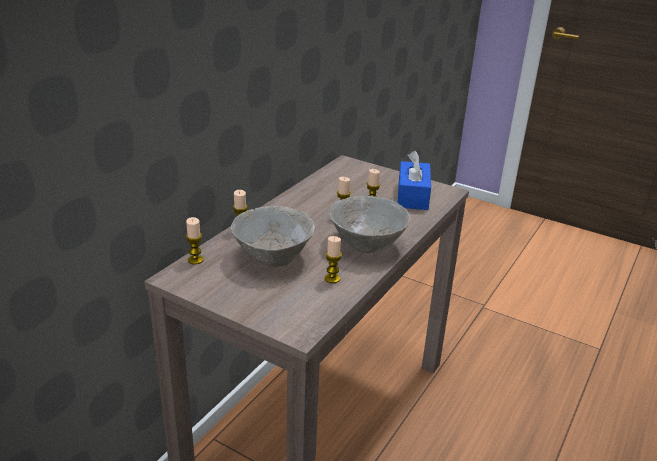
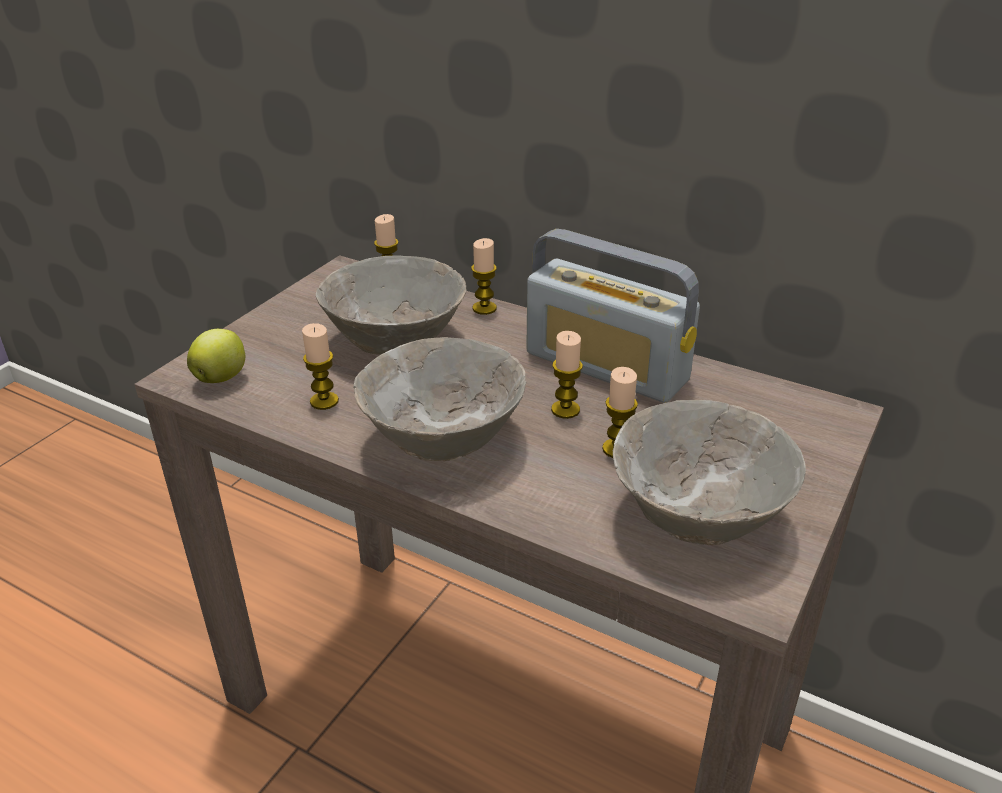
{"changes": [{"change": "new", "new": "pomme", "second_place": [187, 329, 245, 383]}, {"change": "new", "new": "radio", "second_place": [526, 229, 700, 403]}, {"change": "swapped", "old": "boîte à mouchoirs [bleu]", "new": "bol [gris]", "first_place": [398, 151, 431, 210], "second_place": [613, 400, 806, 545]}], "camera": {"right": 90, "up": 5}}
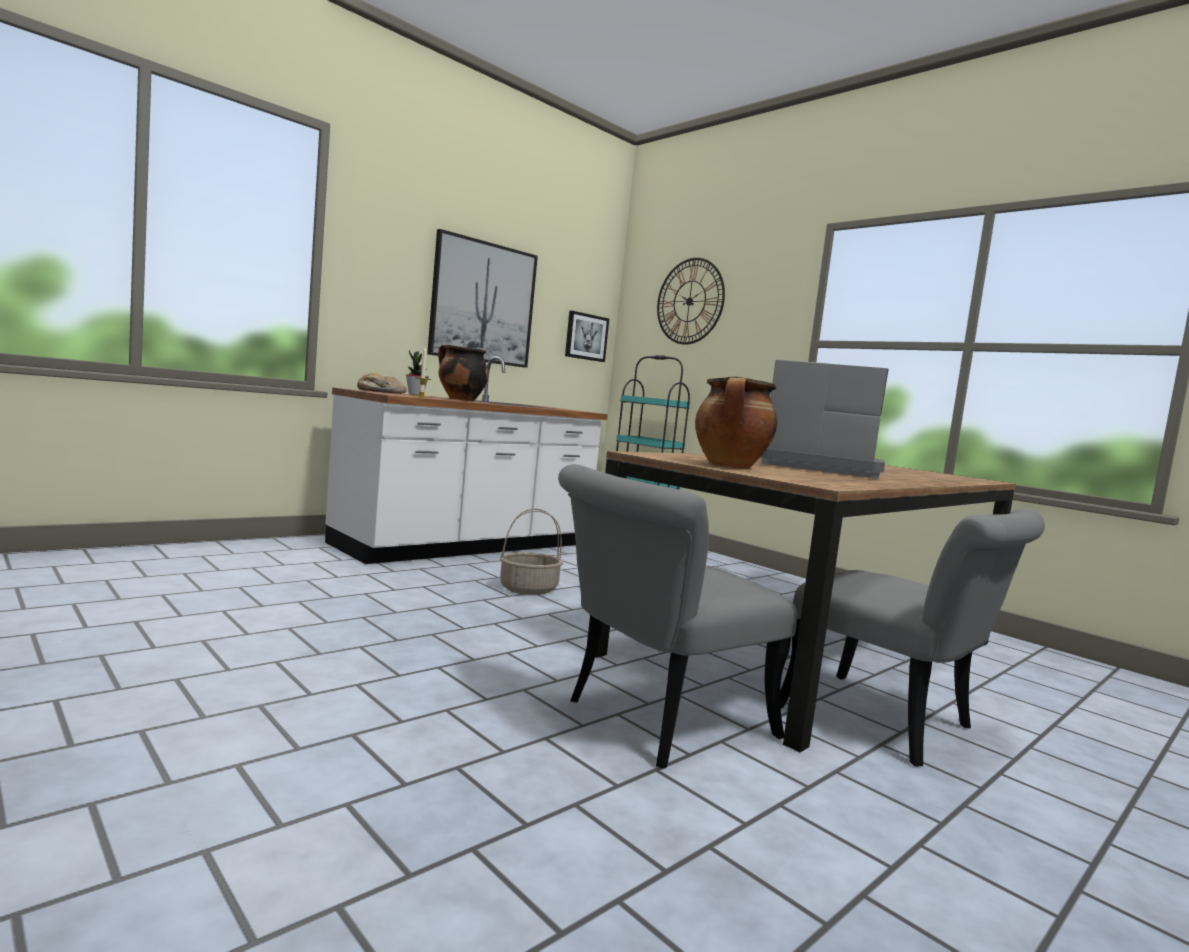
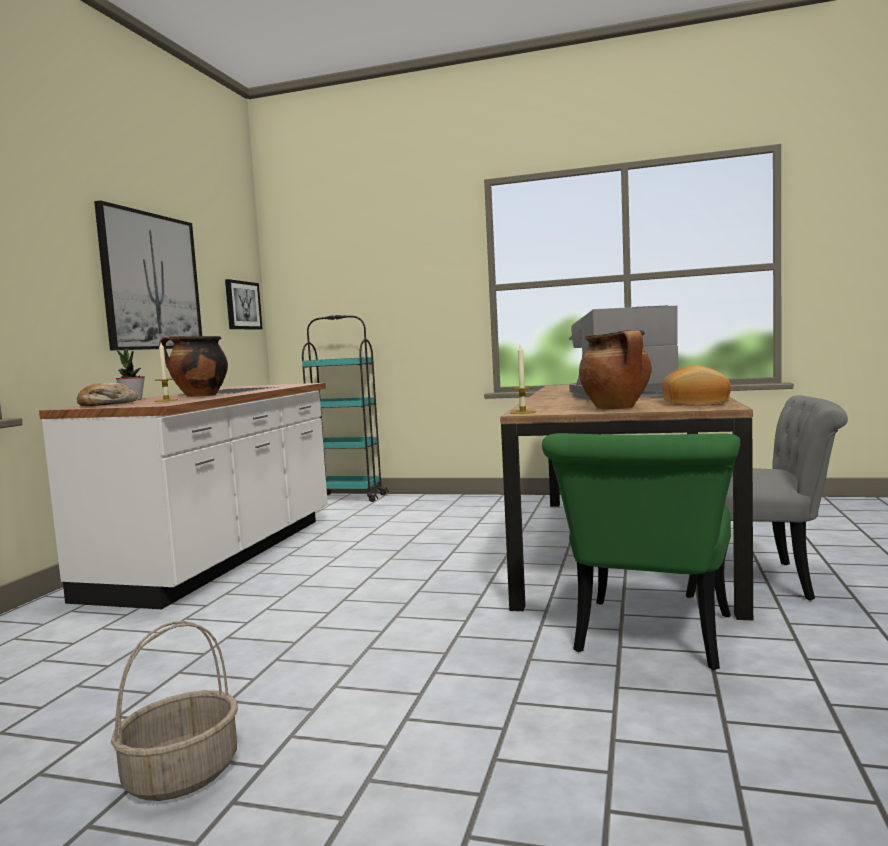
{"changes": [{"change": "gone", "old": "horloge murale", "first_place": [657, 258, 725, 345]}, {"change": "new", "new": "bougie", "second_place": [510, 345, 536, 414]}, {"change": "new", "new": "pain", "second_place": [662, 365, 731, 406]}, {"change": "shifted", "old": "panier", "first_place": [500, 508, 563, 595], "second_place": [111, 621, 238, 801]}, {"change": "repainted", "old": "chaise [gris]", "new": "chaise [vert]", "first_place": [558, 464, 797, 768], "second_place": [542, 433, 740, 670]}], "camera": {"right": -30, "up": 0}}
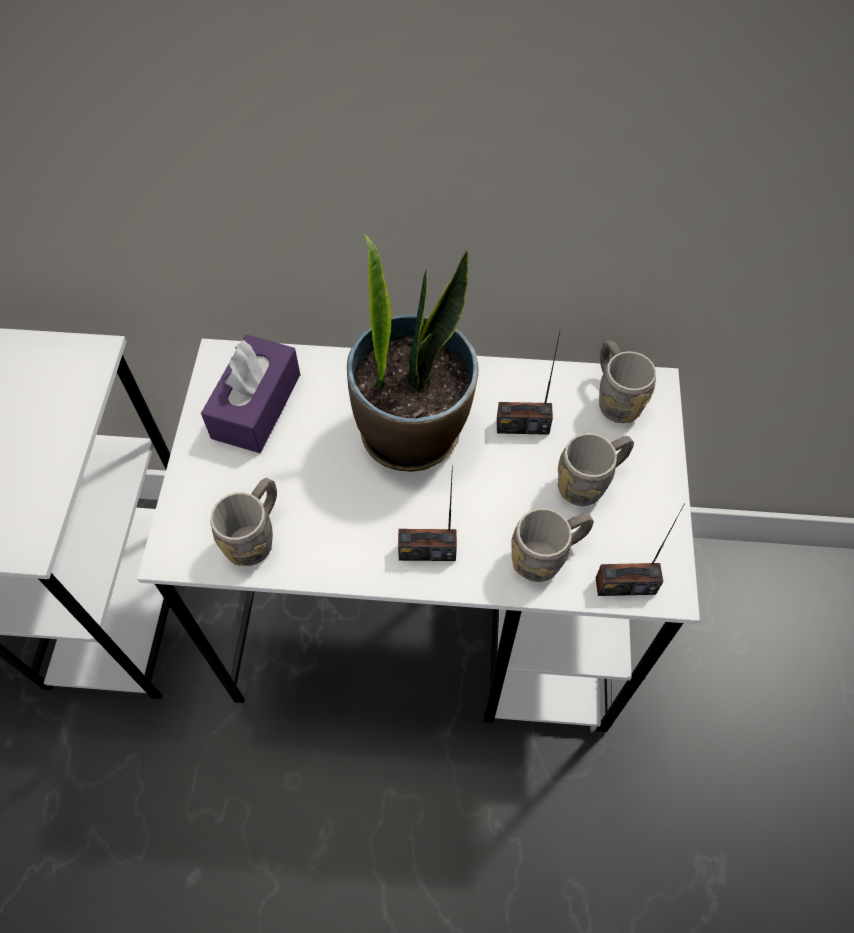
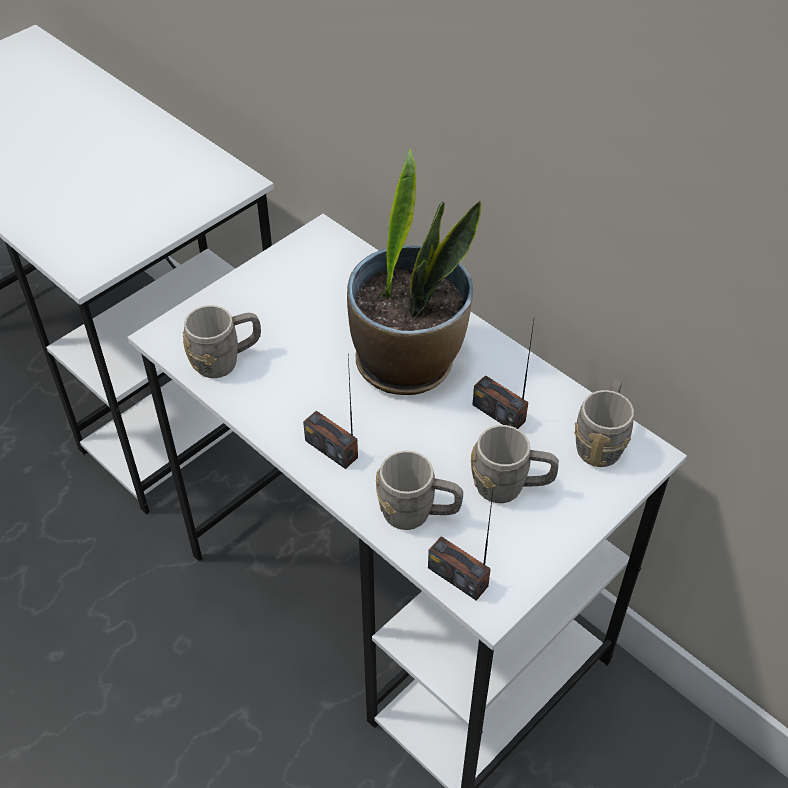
{"changes": [{"change": "gone", "old": "boîte à mouchoirs [violet]", "first_place": [201, 335, 300, 453]}], "camera": {"right": 40, "up": -10}}
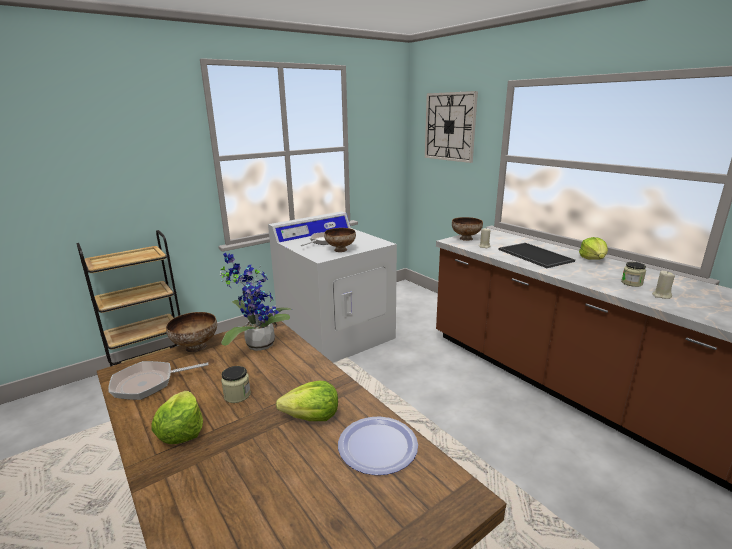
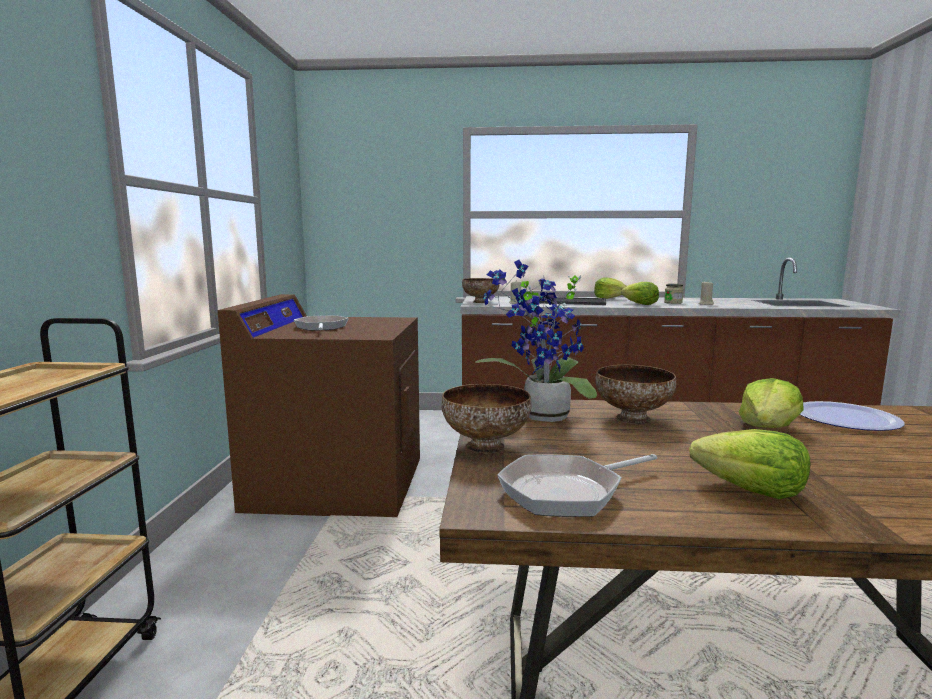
{"changes": [{"change": "gone", "old": "bocal", "first_place": [221, 366, 251, 403]}, {"change": "gone", "old": "horloge murale", "first_place": [425, 91, 478, 163]}, {"change": "new", "new": "laitue", "second_place": [621, 282, 659, 305]}, {"change": "shifted", "old": "bol", "first_place": [324, 228, 356, 252], "second_place": [596, 365, 676, 424]}, {"change": "repainted", "old": "lave-linge [blanc]", "new": "lave-linge [marron]", "first_place": [268, 211, 397, 363], "second_place": [218, 294, 420, 517]}, {"change": "rotated", "old": "poêle", "first_place": [108, 361, 209, 400], "second_place": [497, 454, 657, 517], "degrees": 45}], "camera": {"right": -50, "up": -10}}
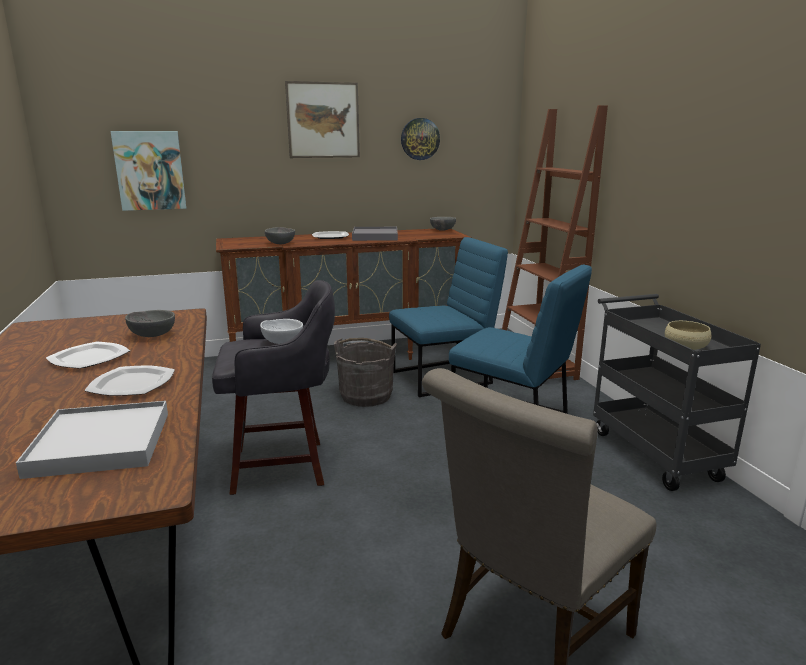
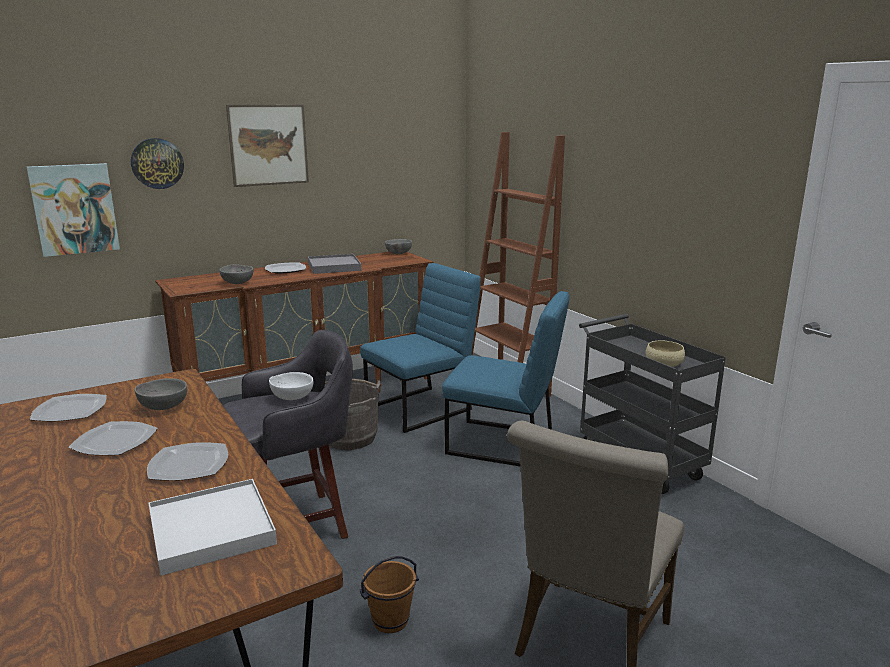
{"changes": [{"change": "new", "new": "assiette", "second_place": [30, 394, 106, 421]}, {"change": "new", "new": "seau [marron]", "second_place": [360, 556, 419, 633]}, {"change": "shifted", "old": "horloge murale", "first_place": [401, 118, 440, 160], "second_place": [131, 138, 184, 189]}], "camera": {"right": -15, "up": 0}}
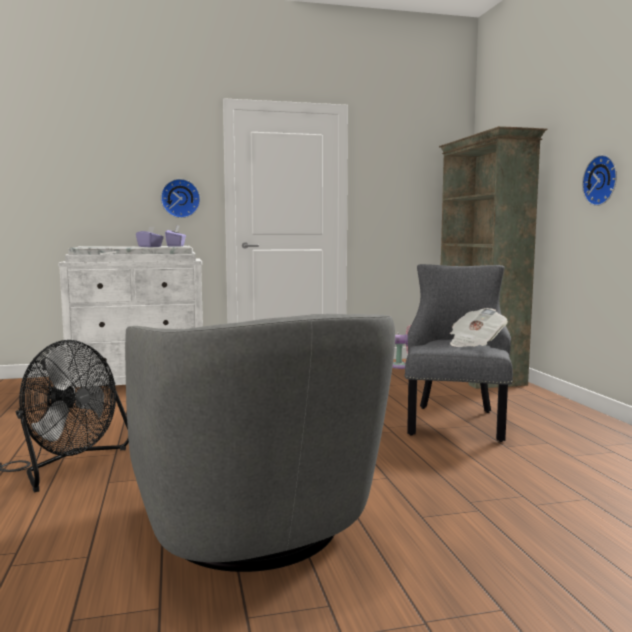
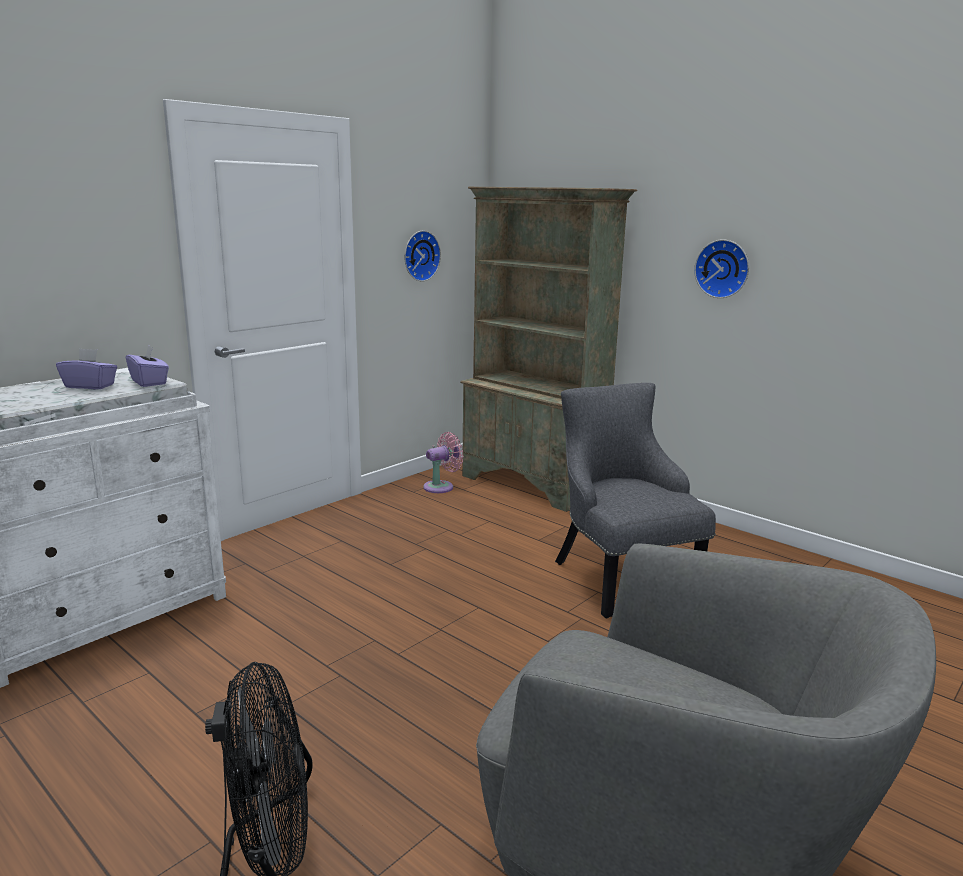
{"changes": [{"change": "gone", "old": "journal", "first_place": [450, 308, 508, 347]}, {"change": "shifted", "old": "horloge murale", "first_place": [161, 179, 200, 218], "second_place": [404, 230, 441, 281]}], "camera": {"right": -35, "up": 10}}
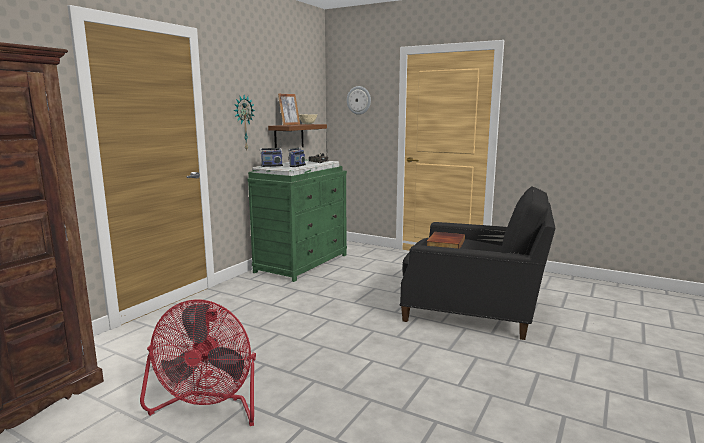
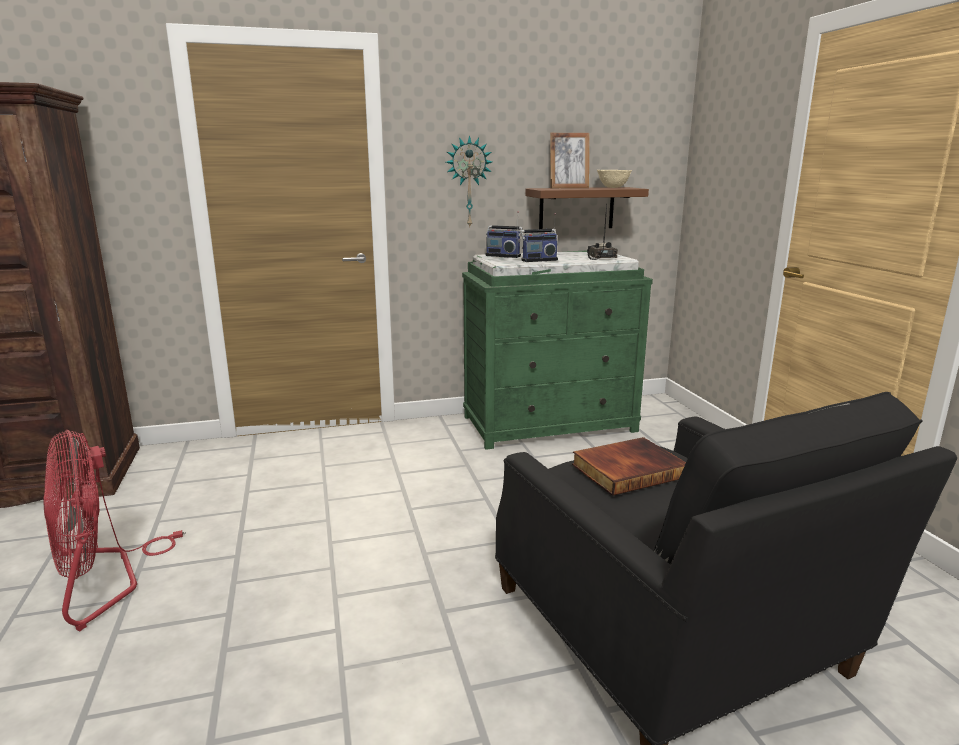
{"changes": [{"change": "gone", "old": "horloge murale", "first_place": [347, 86, 371, 115]}], "camera": {"right": 45, "up": 5}}
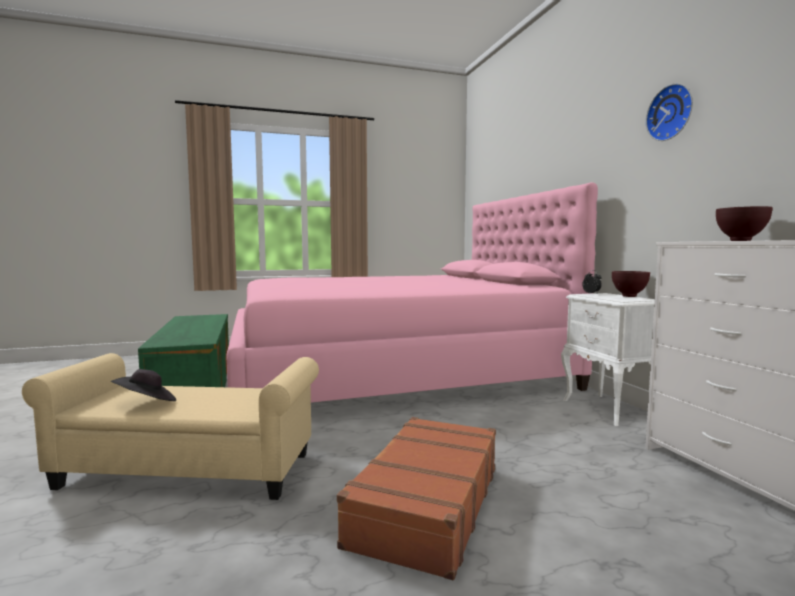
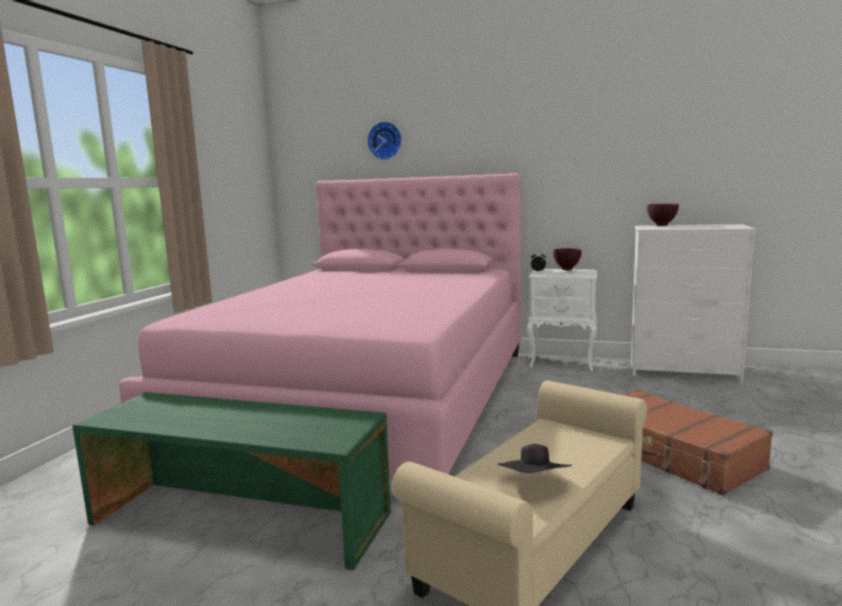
{"changes": [{"change": "shifted", "old": "horloge murale", "first_place": [646, 83, 693, 141], "second_place": [367, 121, 402, 160]}], "camera": {"right": -55, "up": 5}}
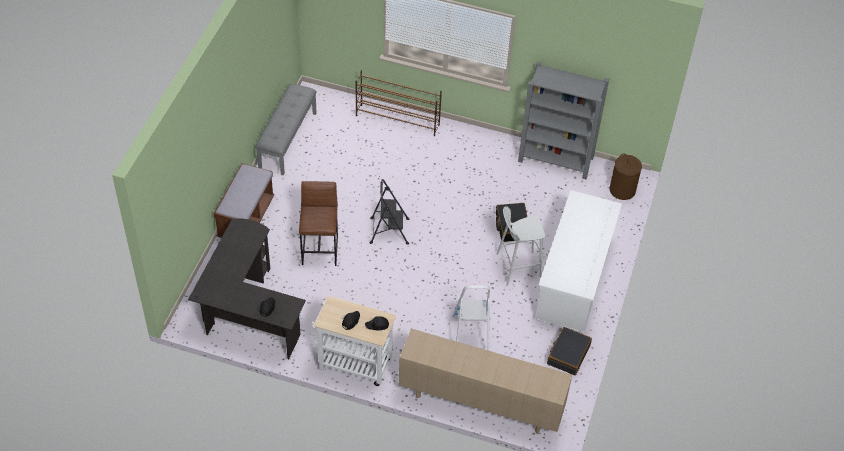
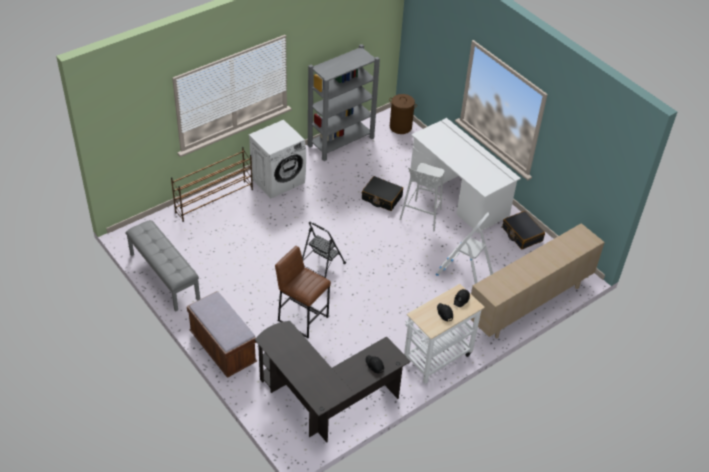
{"changes": [{"change": "new", "new": "lave-linge [blanc]", "second_place": [249, 120, 306, 199]}], "camera": {"right": -55, "up": -5}}
